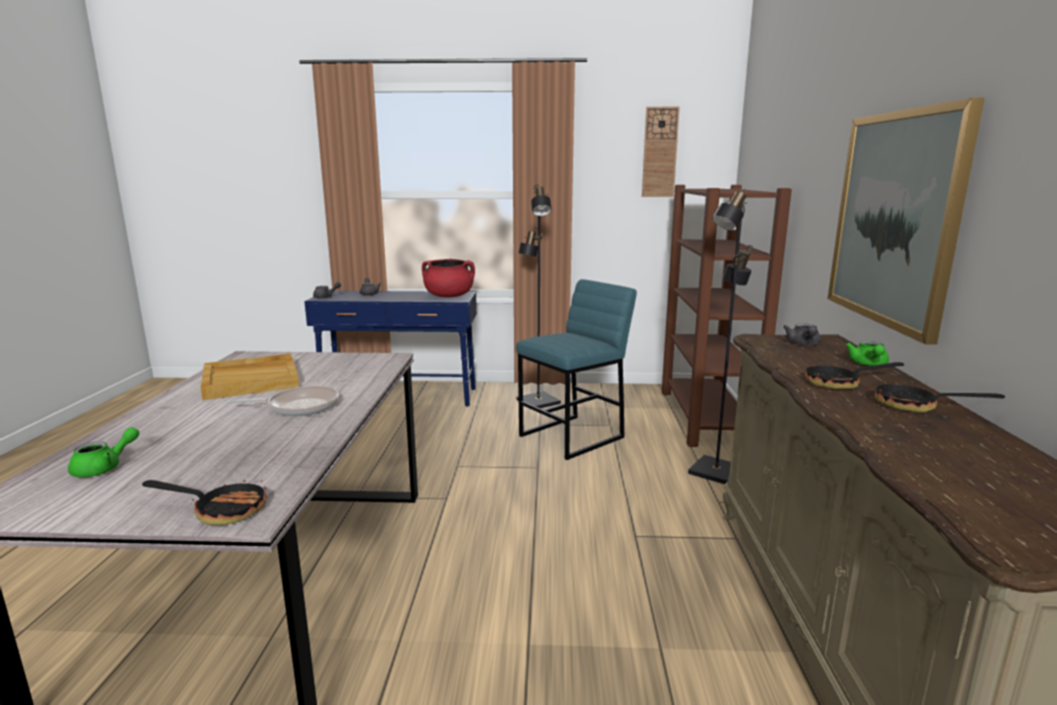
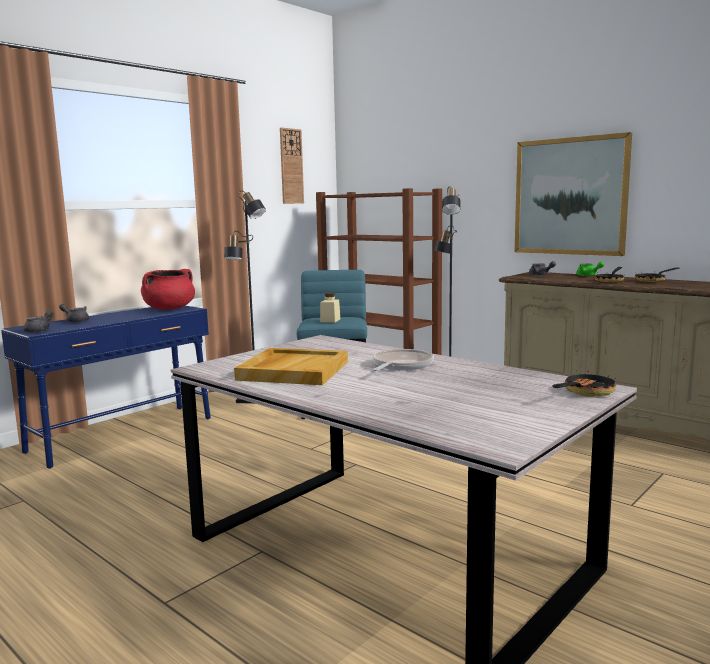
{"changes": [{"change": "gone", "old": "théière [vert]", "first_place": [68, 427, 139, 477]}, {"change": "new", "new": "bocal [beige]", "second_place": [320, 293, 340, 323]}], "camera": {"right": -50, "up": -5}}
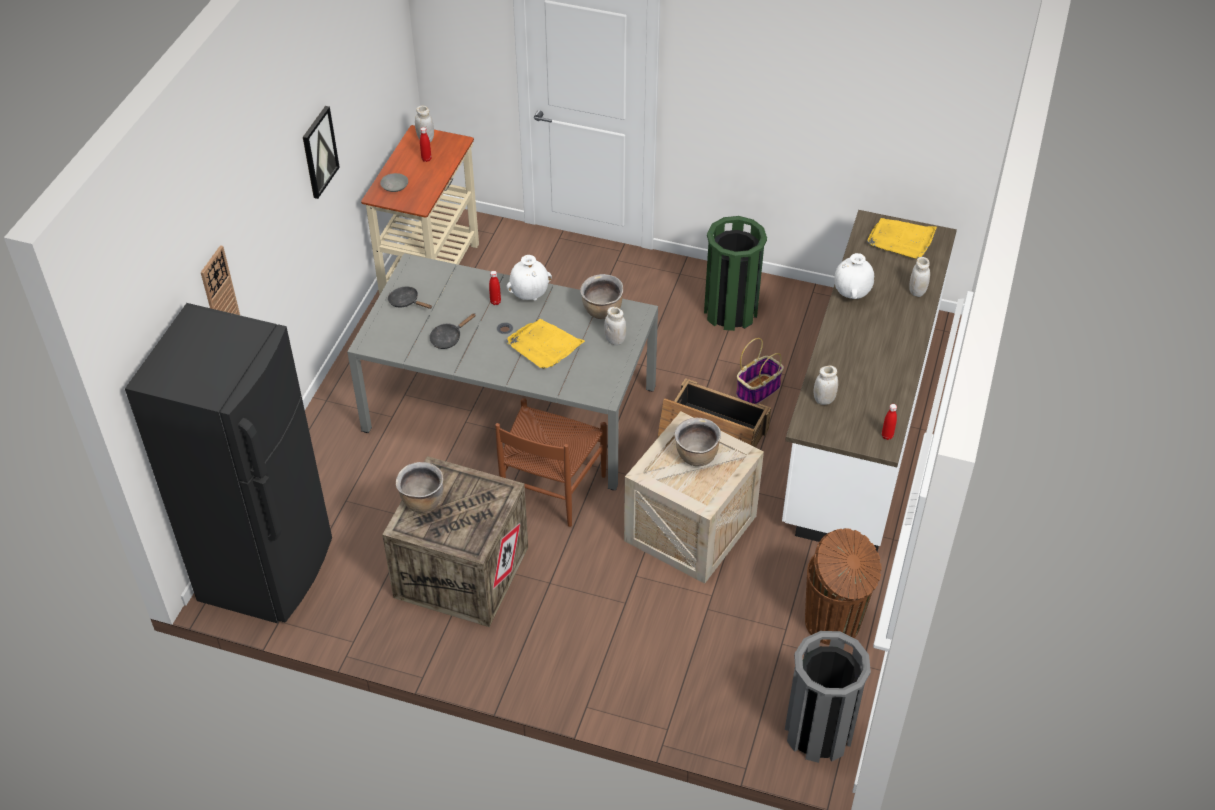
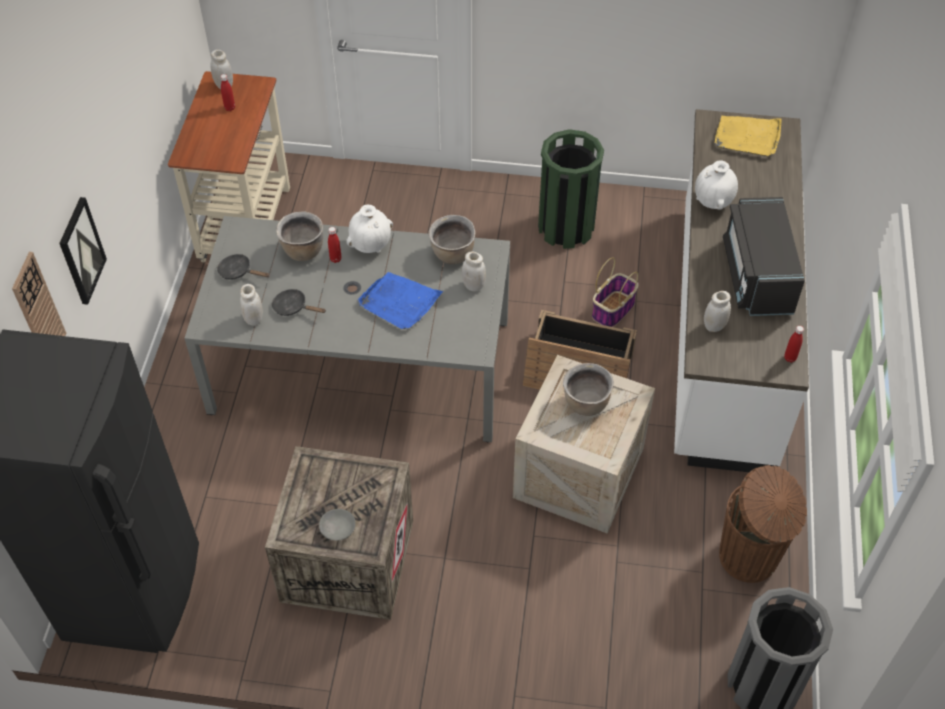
{"changes": [{"change": "gone", "old": "chaise [marron]", "first_place": [495, 398, 607, 527]}, {"change": "new", "new": "micro-ondes [noir]", "second_place": [723, 197, 805, 316]}, {"change": "shifted", "old": "tableau", "first_place": [303, 106, 340, 199], "second_place": [59, 197, 107, 305]}, {"change": "shifted", "old": "bol [gris]", "first_place": [380, 173, 408, 192], "second_place": [319, 509, 356, 541]}, {"change": "shifted", "old": "marmite [marron]", "first_place": [396, 462, 443, 513], "second_place": [276, 212, 323, 261]}, {"change": "shifted", "old": "bocal [blanc]", "first_place": [909, 257, 930, 297], "second_place": [240, 284, 263, 326]}, {"change": "repainted", "old": "plateau [jaune]", "new": "plateau [bleu]", "first_place": [506, 319, 585, 369], "second_place": [357, 272, 443, 329]}, {"change": "rotated", "old": "poêle [noir]", "first_place": [429, 313, 476, 349], "second_place": [272, 289, 326, 316], "degrees": 75}], "camera": {"right": -10, "up": 5}}
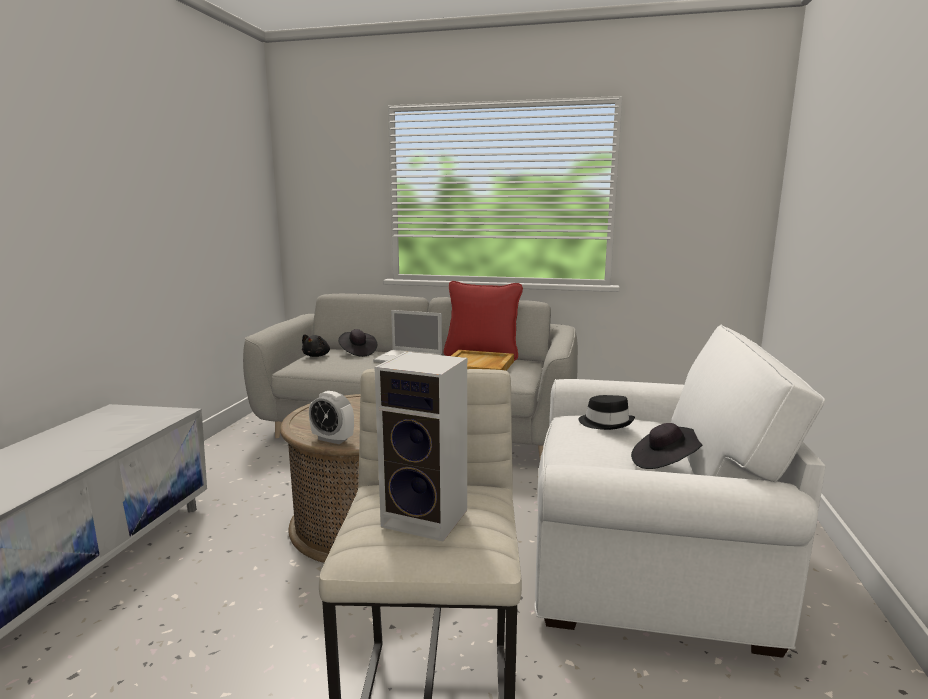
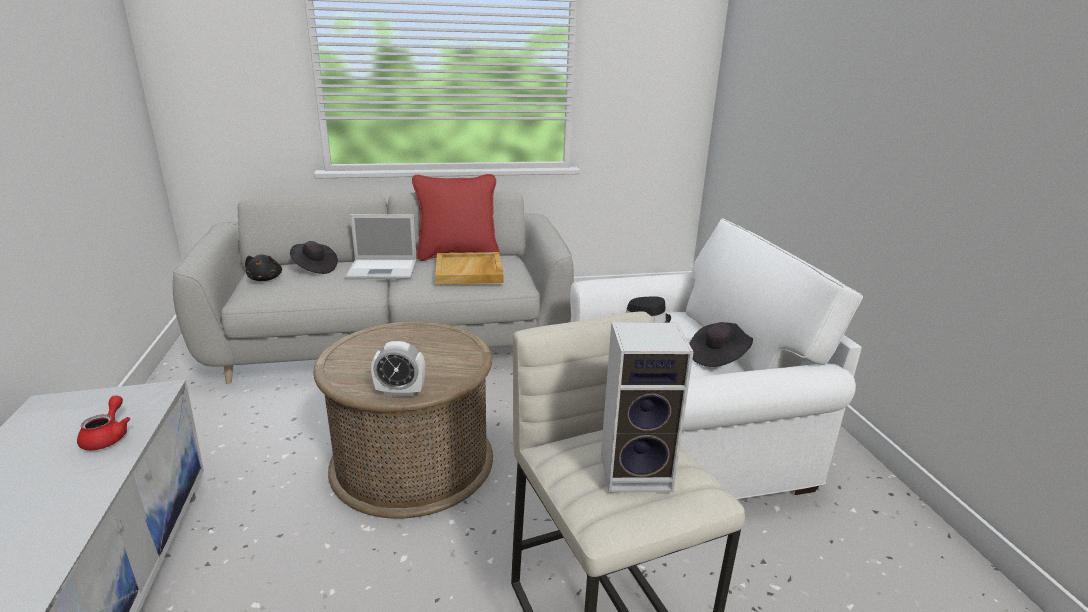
{"changes": [{"change": "new", "new": "théière [rouge]", "second_place": [77, 396, 130, 450]}], "camera": {"right": -25, "up": 10}}
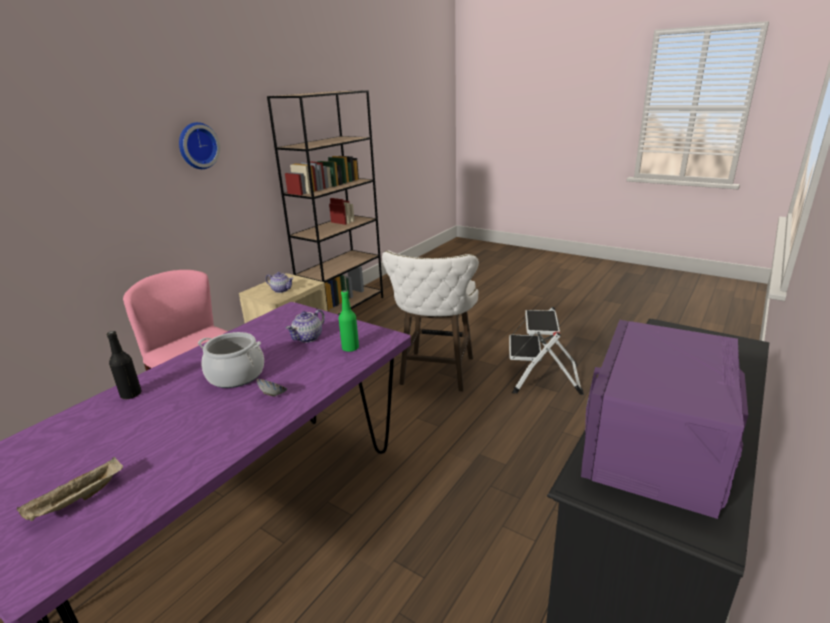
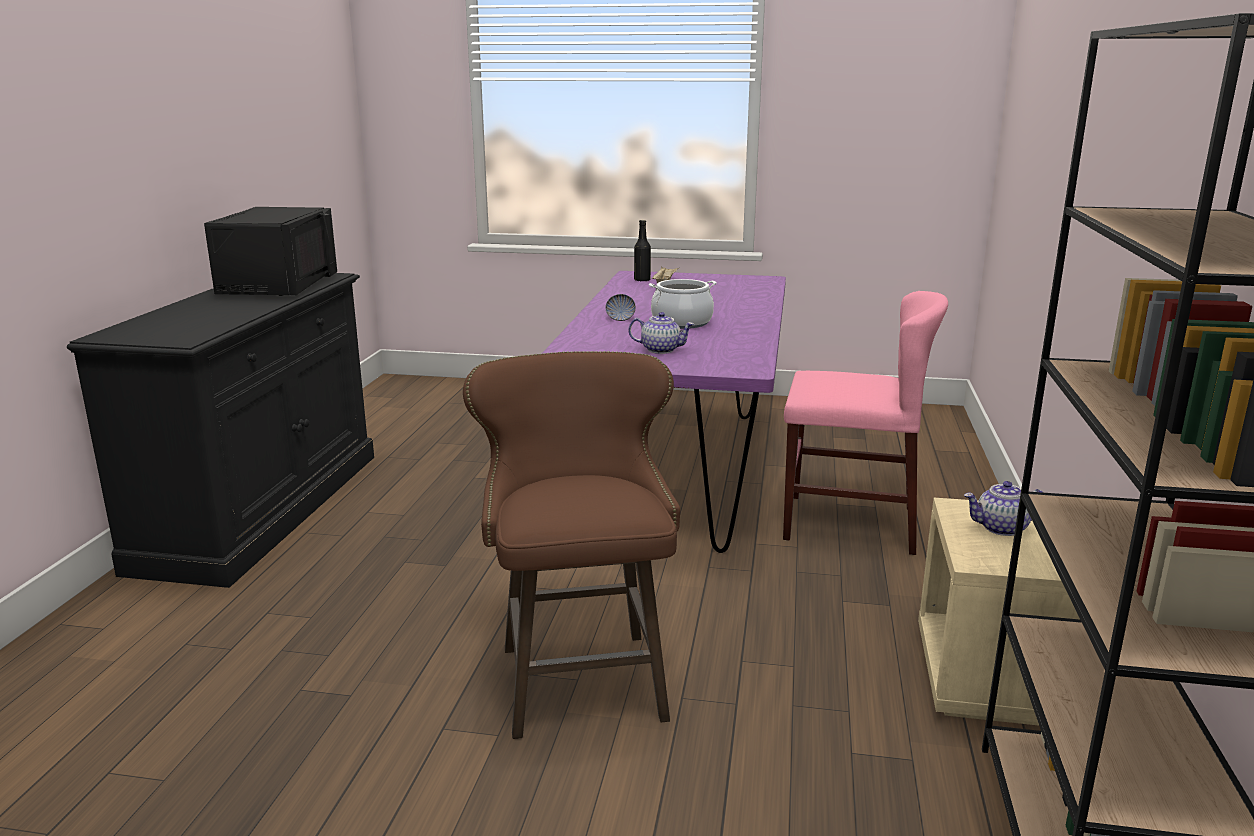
{"changes": [{"change": "gone", "old": "horloge murale", "first_place": [179, 122, 220, 169]}, {"change": "gone", "old": "bouteille [vert]", "first_place": [339, 290, 359, 352]}, {"change": "gone", "old": "escabeau", "first_place": [509, 307, 584, 395]}, {"change": "shifted", "old": "bouteille [noir]", "first_place": [107, 331, 142, 399], "second_place": [634, 220, 651, 282]}, {"change": "repainted", "old": "tabouret [blanc]", "new": "tabouret [marron]", "first_place": [382, 251, 479, 391], "second_place": [463, 351, 680, 739]}, {"change": "repainted", "old": "micro-ondes [violet]", "new": "micro-ondes [noir]", "first_place": [581, 320, 748, 519], "second_place": [204, 207, 337, 296]}, {"change": "rotated", "old": "théière", "first_place": [285, 309, 325, 343], "second_place": [628, 312, 694, 354], "degrees": 90}], "camera": {"right": 155, "up": -5}}
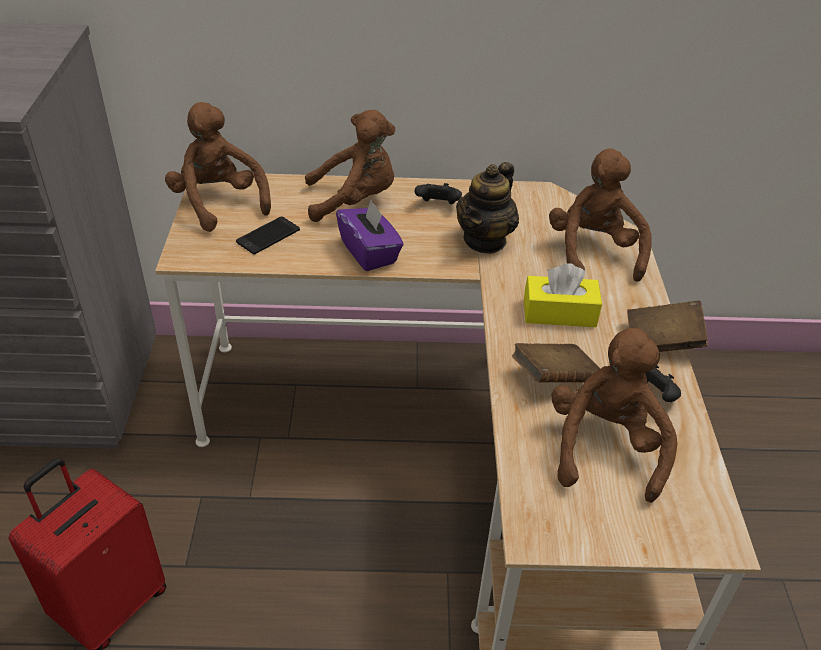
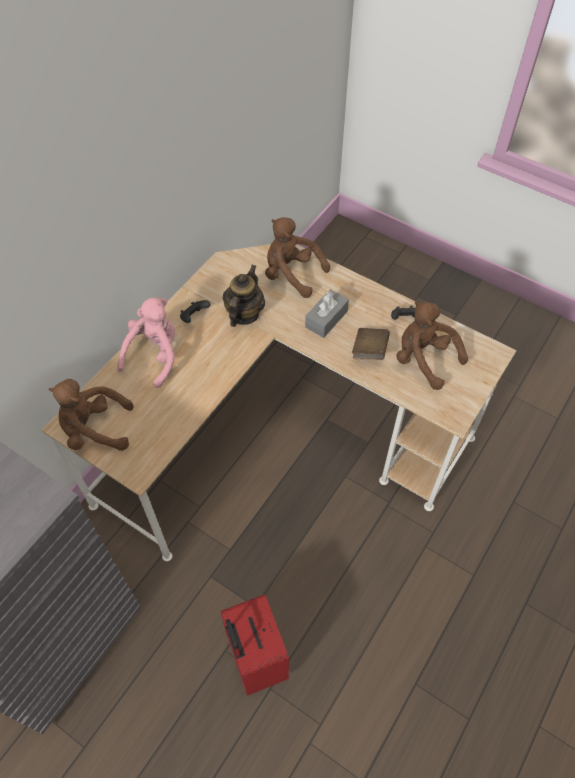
{"changes": [{"change": "gone", "old": "téléphone", "first_place": [236, 216, 300, 255]}, {"change": "gone", "old": "boîte à mouchoirs [violet]", "first_place": [336, 200, 404, 271]}, {"change": "gone", "old": "livre [marron]", "first_place": [627, 301, 708, 352]}, {"change": "repainted", "old": "peluche [marron]", "new": "peluche [rose]", "first_place": [305, 110, 395, 222], "second_place": [117, 297, 175, 388]}, {"change": "repainted", "old": "boîte à mouchoirs [jaune]", "new": "boîte à mouchoirs [gris]", "first_place": [524, 263, 602, 327], "second_place": [305, 289, 349, 338]}, {"change": "rotated", "old": "théière", "first_place": [456, 162, 519, 254], "second_place": [223, 265, 265, 327], "degrees": -135}], "camera": {"right": -55, "up": 15}}
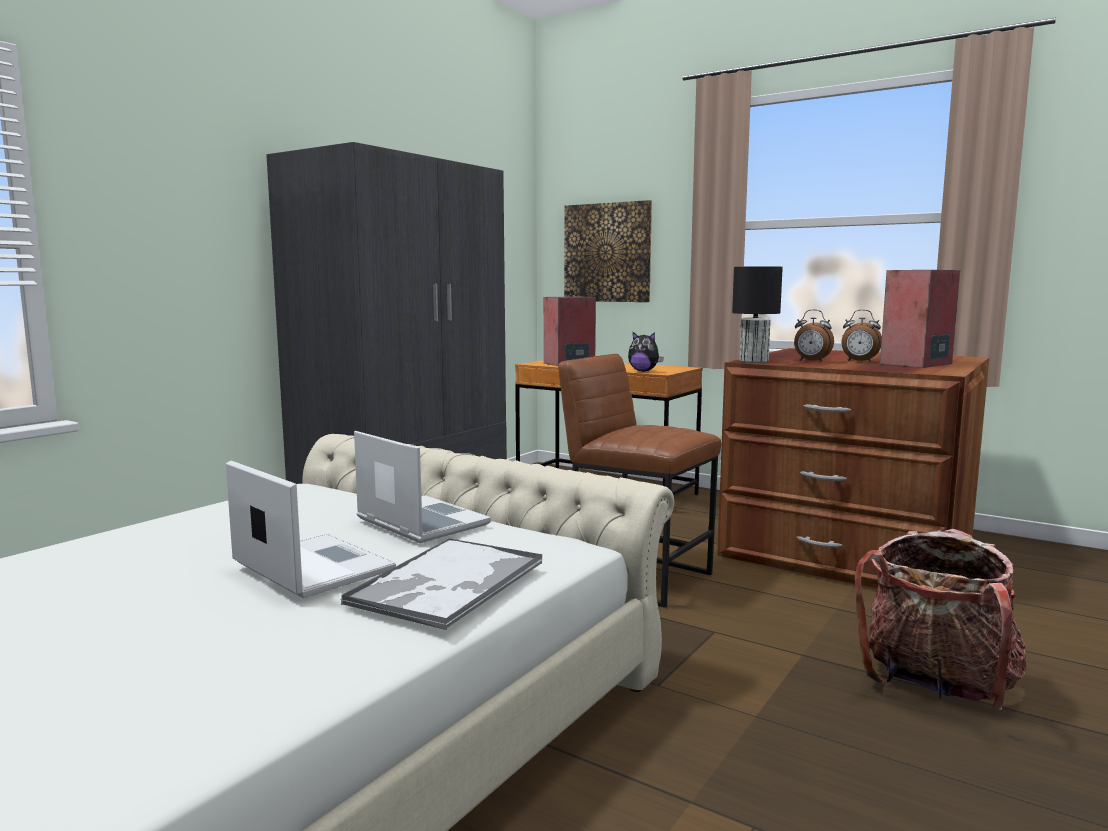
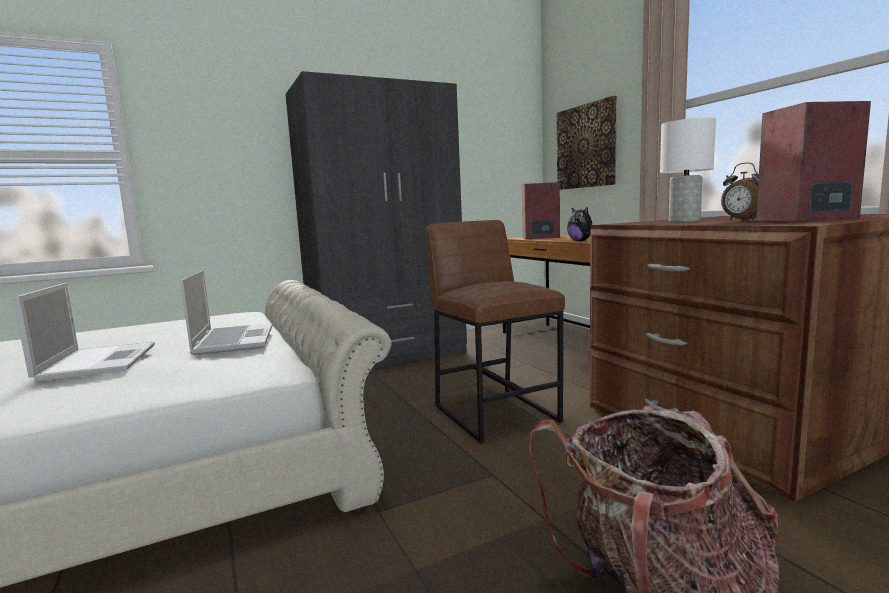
{"changes": [{"change": "gone", "old": "plateau", "first_place": [340, 538, 543, 630]}, {"change": "gone", "old": "lampe de table [noir]", "first_place": [732, 266, 783, 363]}, {"change": "swapped", "old": "réveil", "new": "lampe de table [blanc]", "first_place": [794, 309, 834, 362], "second_place": [660, 118, 716, 223]}], "camera": {"right": 30, "up": 0}}
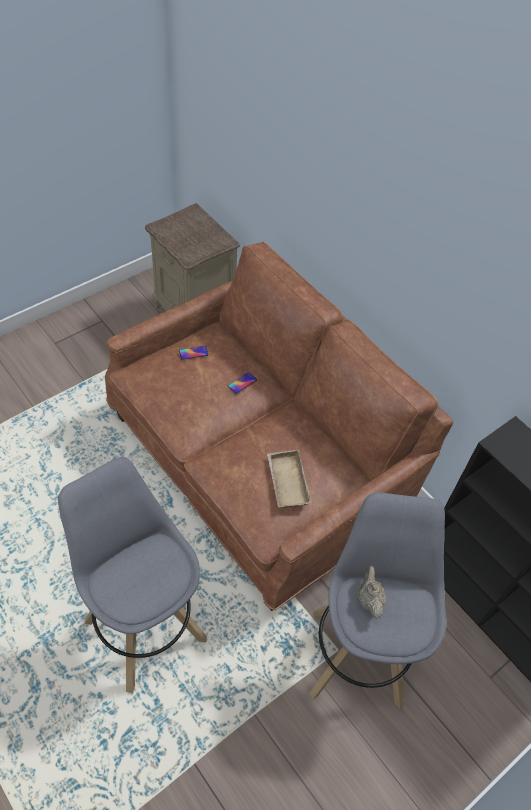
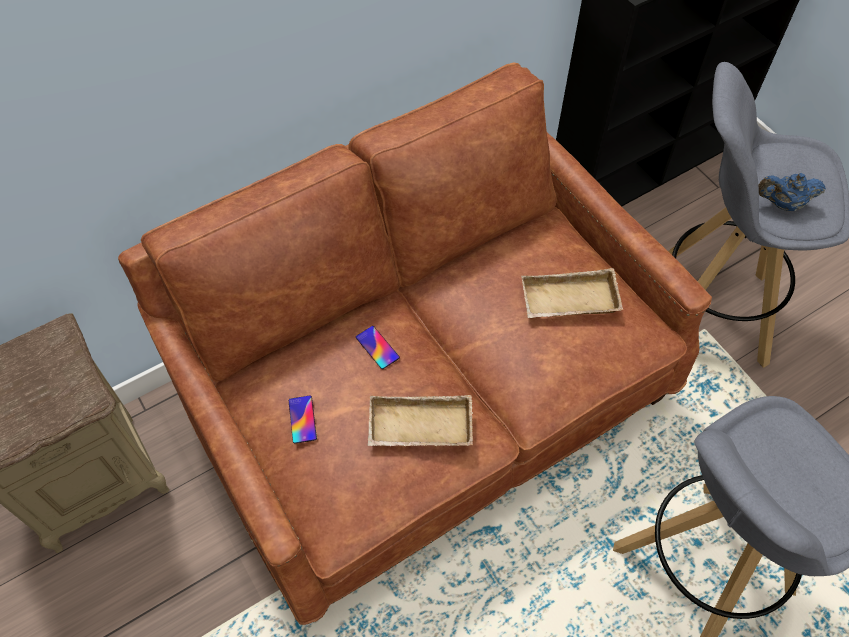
{"changes": [{"change": "new", "new": "plateau [beige]", "second_place": [368, 395, 473, 446]}, {"change": "repainted", "old": "théière [beige]", "new": "théière [bleu]", "first_place": [357, 565, 386, 619], "second_place": [758, 173, 826, 211]}], "camera": {"right": -80, "up": 5}}
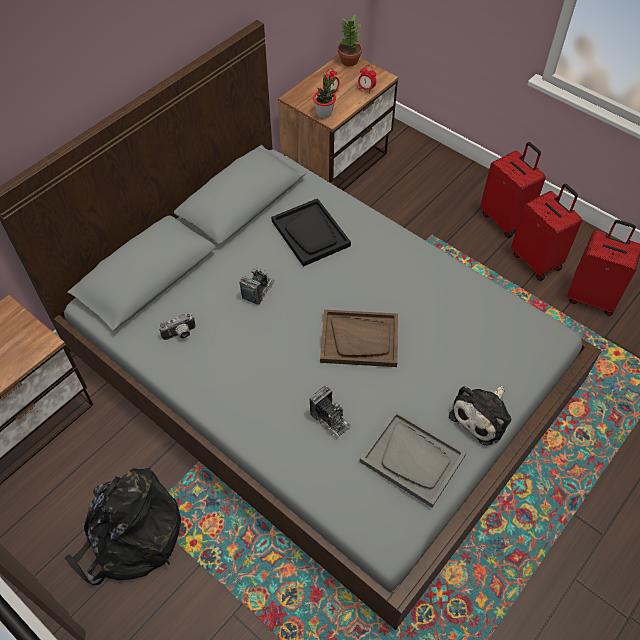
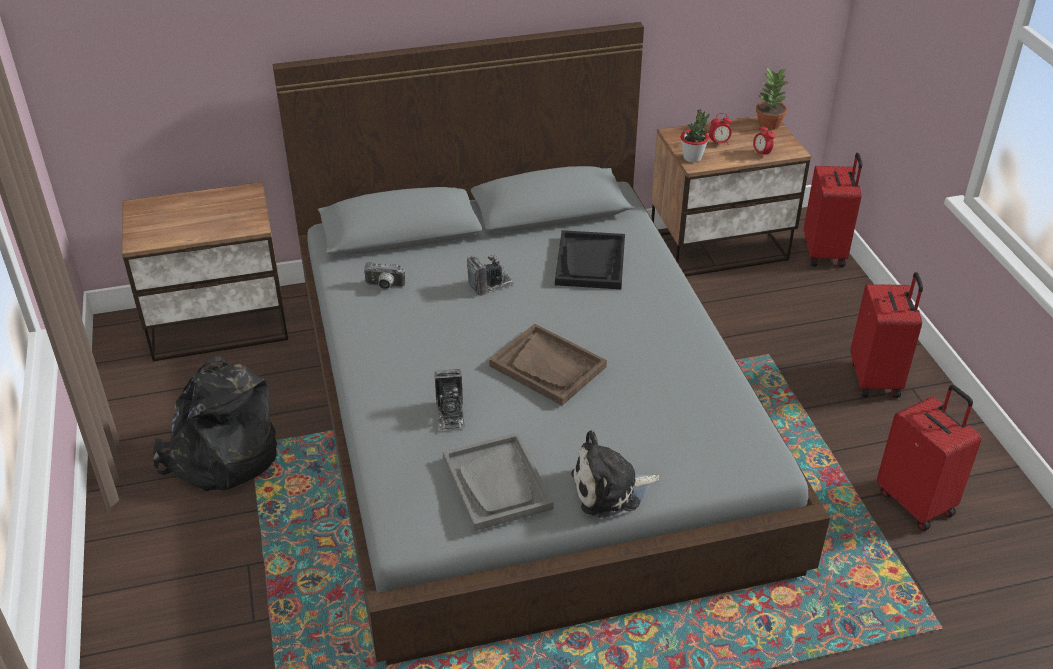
{"changes": [{"change": "shifted", "old": "valise [rouge]", "first_place": [511, 184, 582, 281], "second_place": [804, 153, 862, 267]}], "camera": {"right": 35, "up": -15}}
